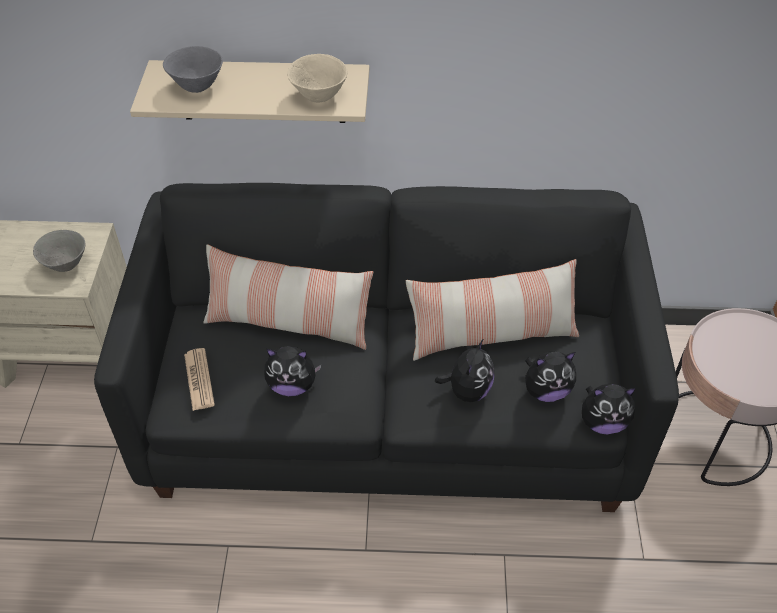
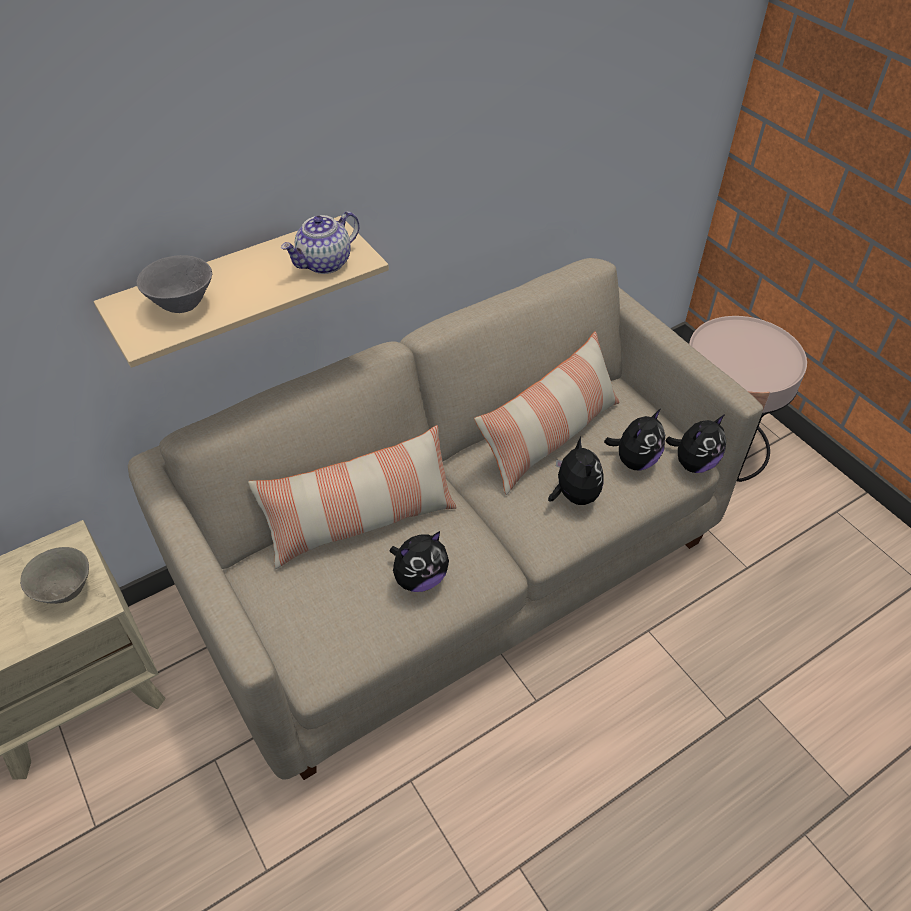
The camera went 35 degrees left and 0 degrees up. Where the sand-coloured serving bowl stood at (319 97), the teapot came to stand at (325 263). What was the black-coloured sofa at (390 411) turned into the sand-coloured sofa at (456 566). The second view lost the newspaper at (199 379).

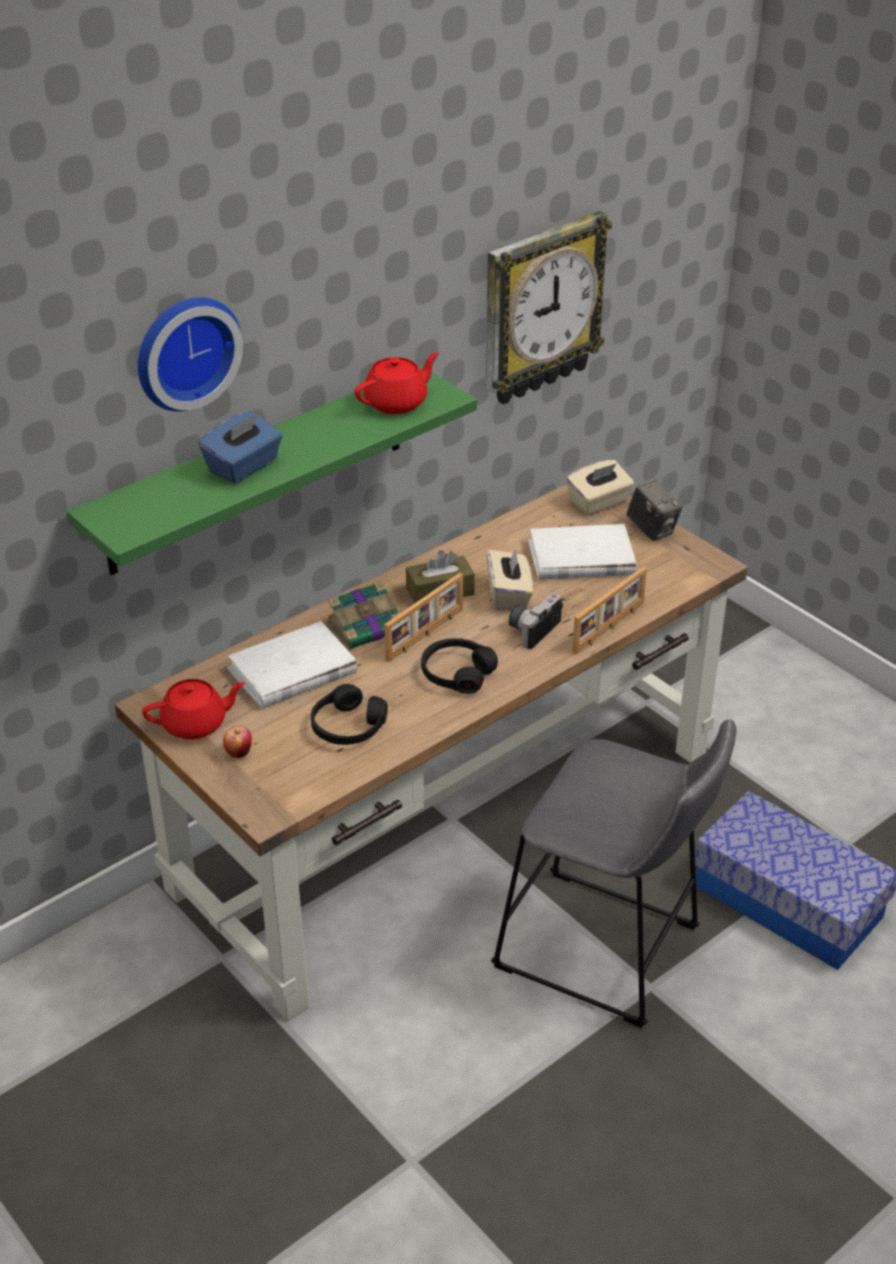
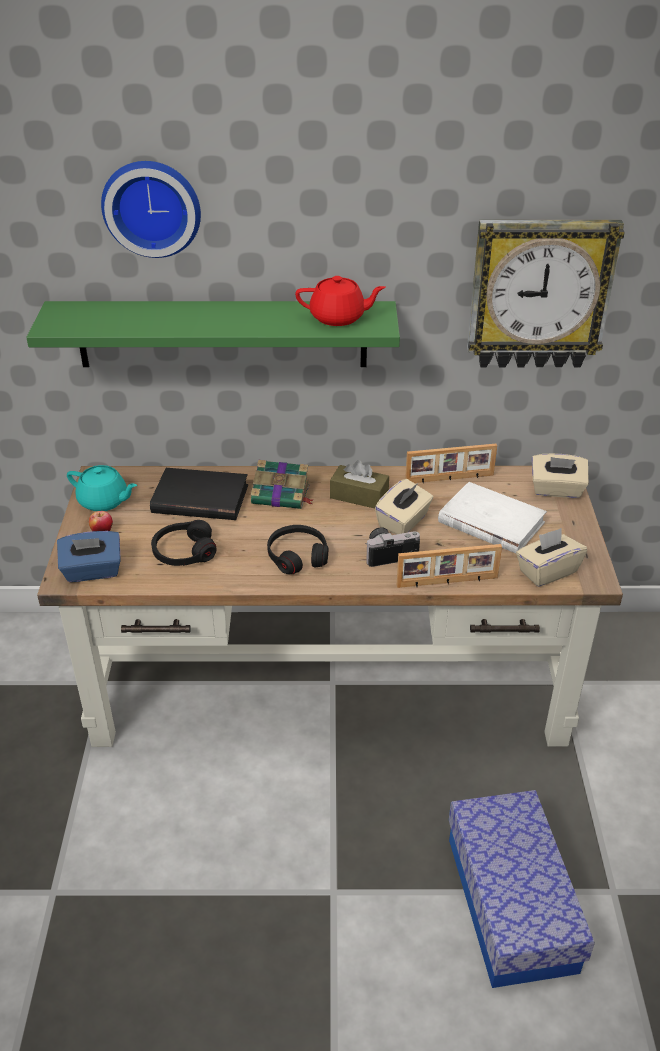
The camera went 40 degrees right and 0 degrees up. The blue tissue box ended up elsewhere, having gone from (244 467) to (92 571). The second view lost the still camera at (652 529). The photo frame ended up elsewhere, having gone from (426 635) to (449 479). What was the white volume at (292 671) turned into the black-coloured volume at (199 499). What was the red-coloured teapot at (196 724) turned into the blue-green teapot at (104 501). The second view lost the grey stool at (606 952). The second view gained the sand-coloured tissue box at (547 571).

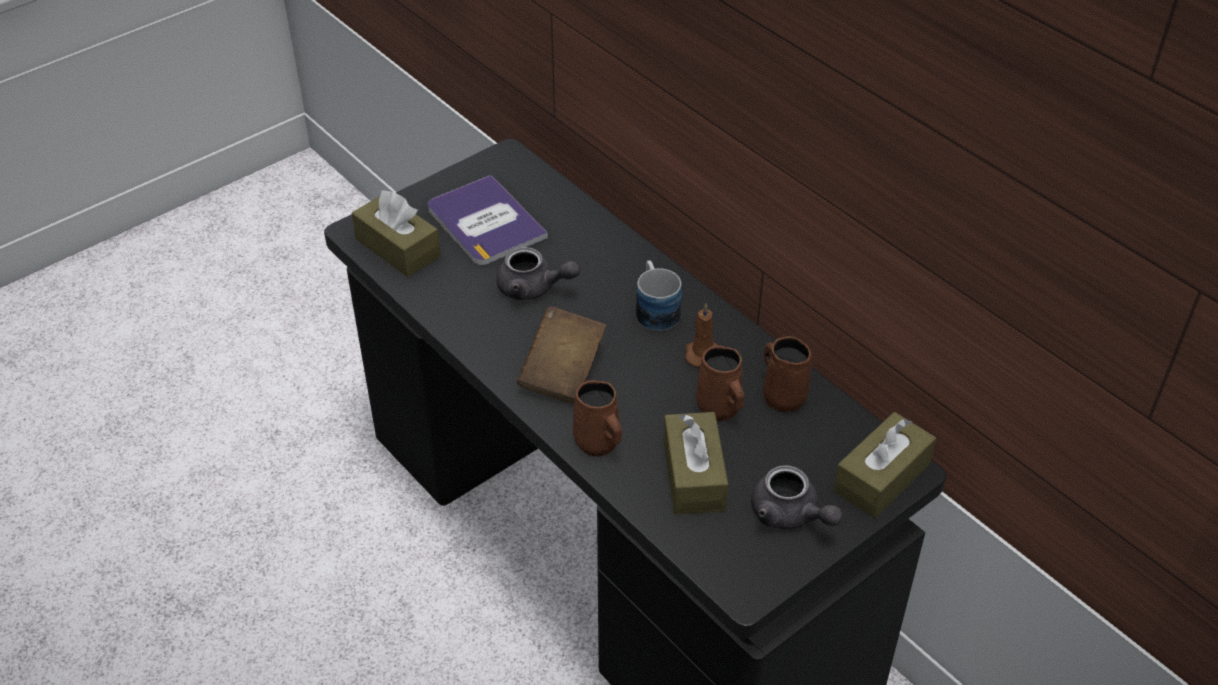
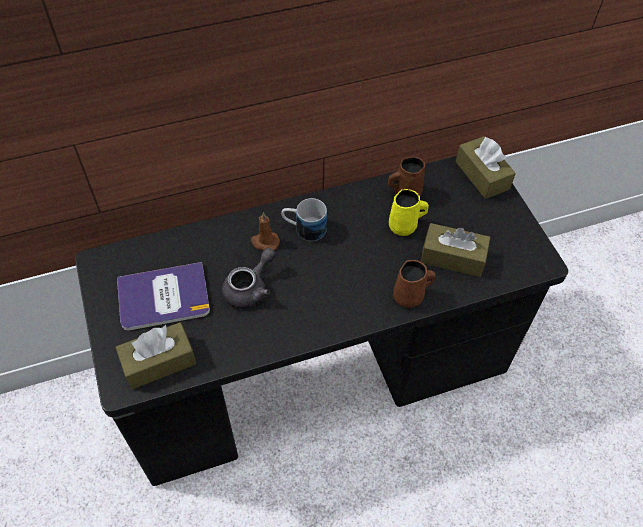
The camera went 70 degrees left and 10 degrees up. The brownish wax light ended up elsewhere, having gone from (702 353) to (264 242). The second view lost the brownish volume at (563 372). What was the brownish mug at (720 409) turned into the yellow mug at (404 226). The second view lost the grey teapot at (790 515).

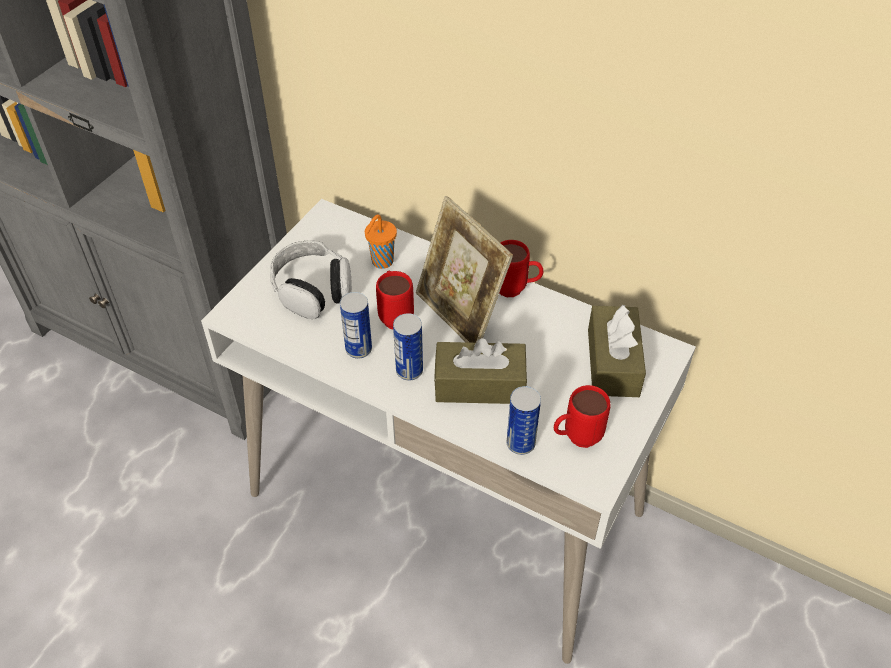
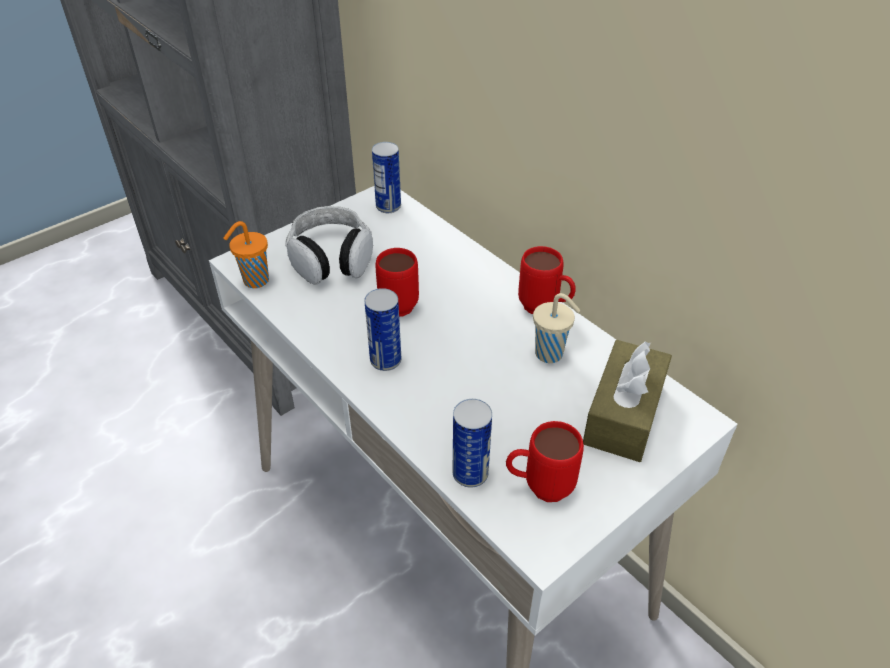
The camera went 20 degrees right and 5 degrees down. The second view lost the photo frame at (460 314). The orangey small cup ended up elsewhere, having gone from (381 262) to (254 281). The can ended up elsewhere, having gone from (358 349) to (388 206). The second view lost the brownish tissue box at (480 385). The second view gained the sand-coloured small cup at (550 354).

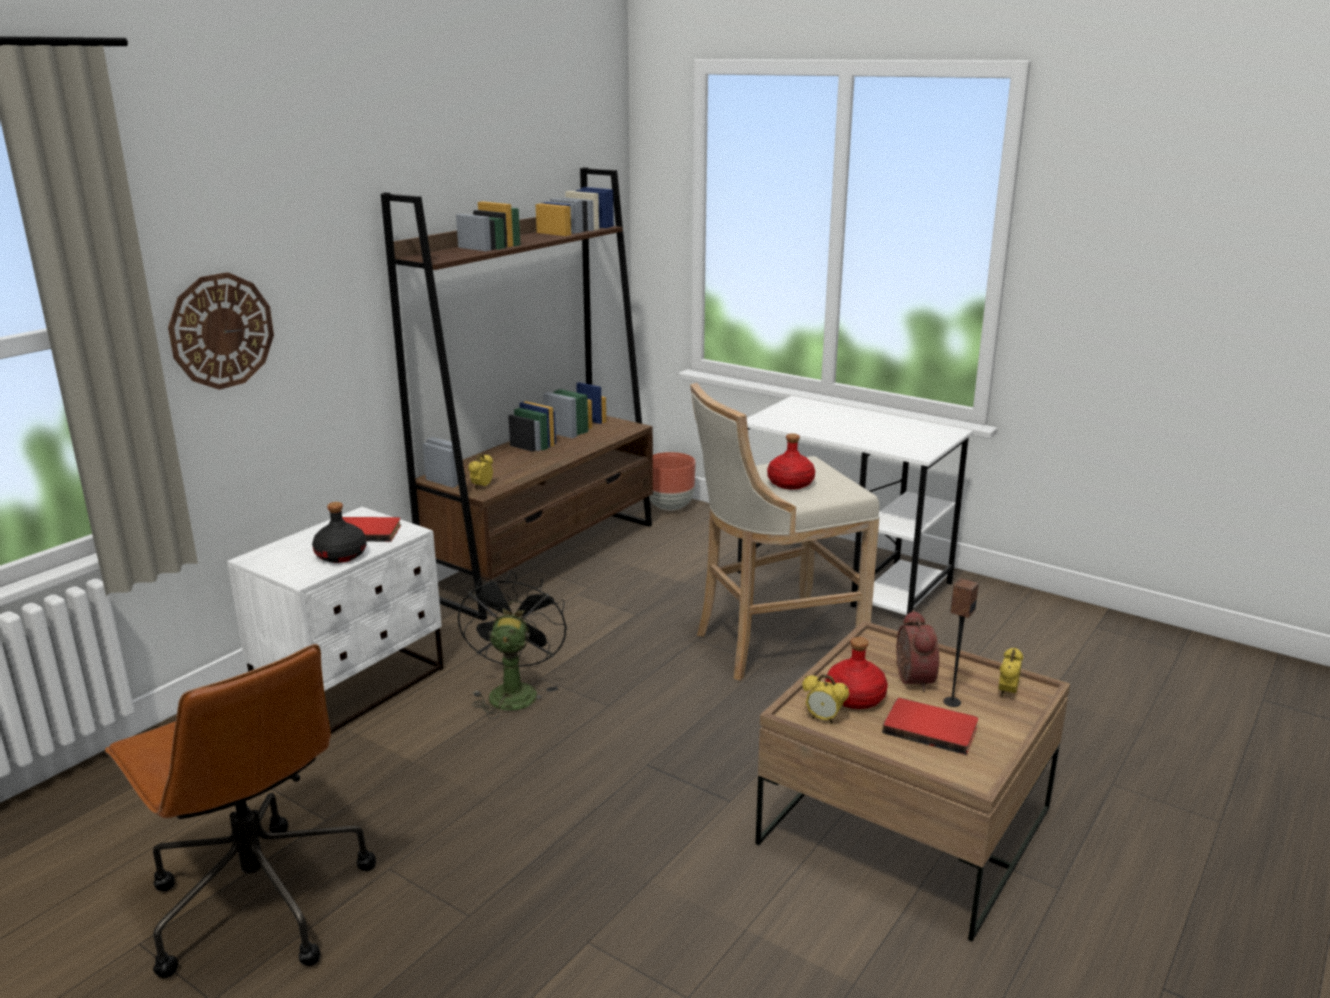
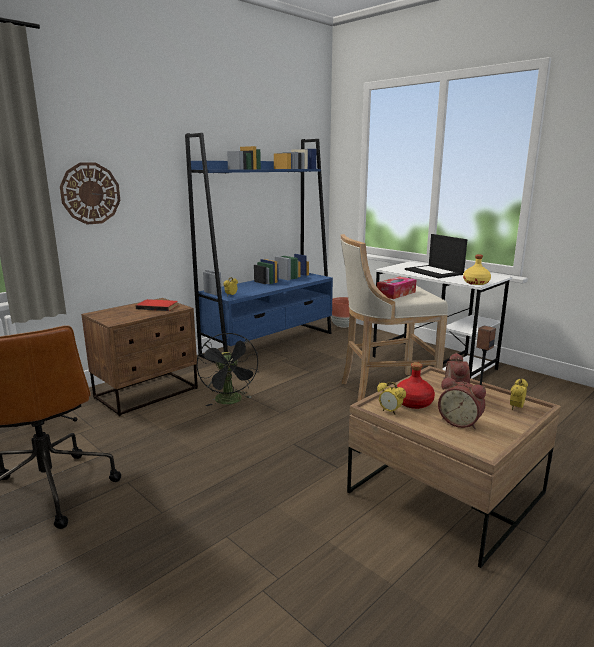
The camera went 10 degrees right and 5 degrees down. What was the brownish bookcase at (544 558) turned into the blue bookcase at (269 344). Where the red-coloured bottle stood at (790 483), the tissue box came to stand at (396 293). The second view lost the black-coloured bottle at (341 555). What was the white bedside table at (354 688) turned into the brownish bedside table at (147 393). The black-coloured cooling fan at (513 691) ended up facing another way, 150 degrees clockwise from before. Where the red-coloured volume stood at (931 728), the bedside clock came to stand at (460 422). The second view gained the laptop at (434 272). The second view gained the yellow bottle at (476 283).

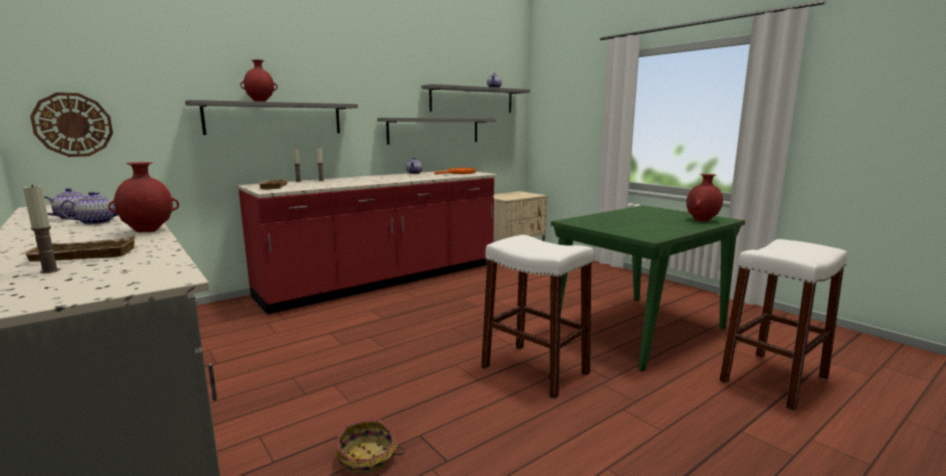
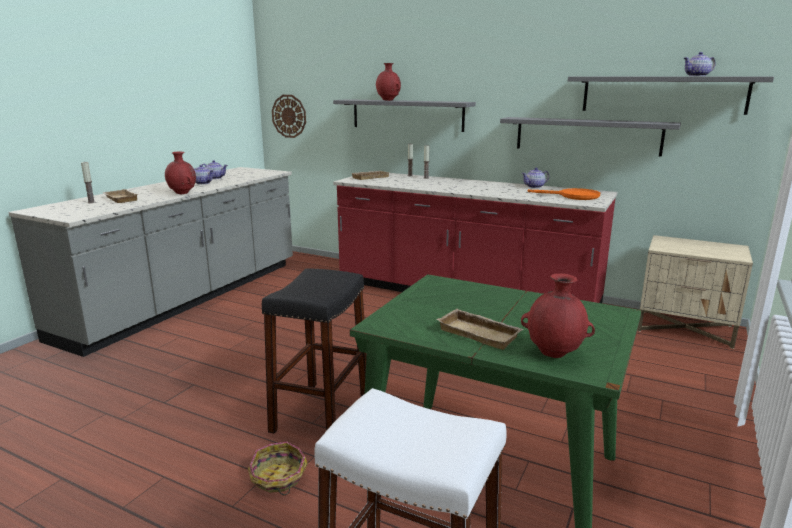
The camera went 65 degrees right and 5 degrees up. What was the white stool at (534 370) turned into the black-coloured stool at (321 412). The basket ended up elsewhere, having gone from (367 457) to (278 478). The second view gained the sand-coloured carrying tray at (480 333).

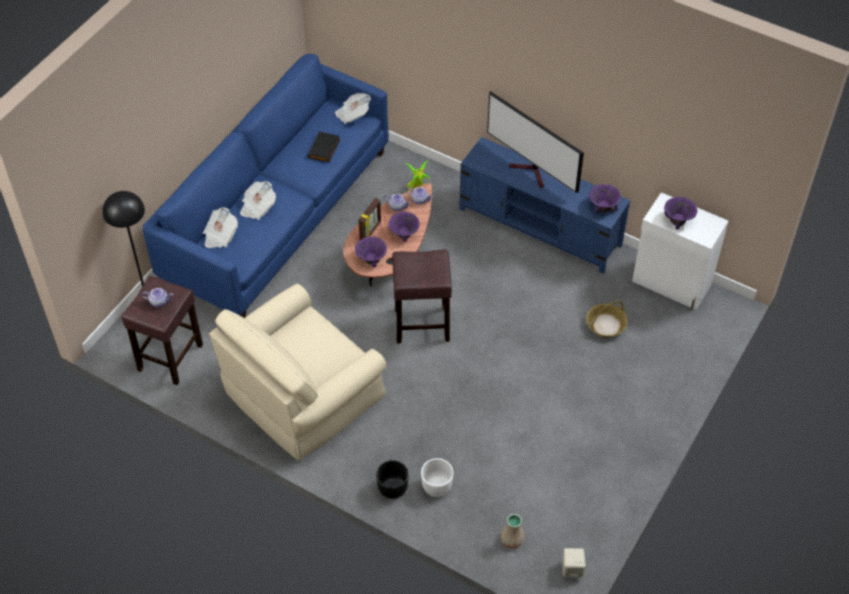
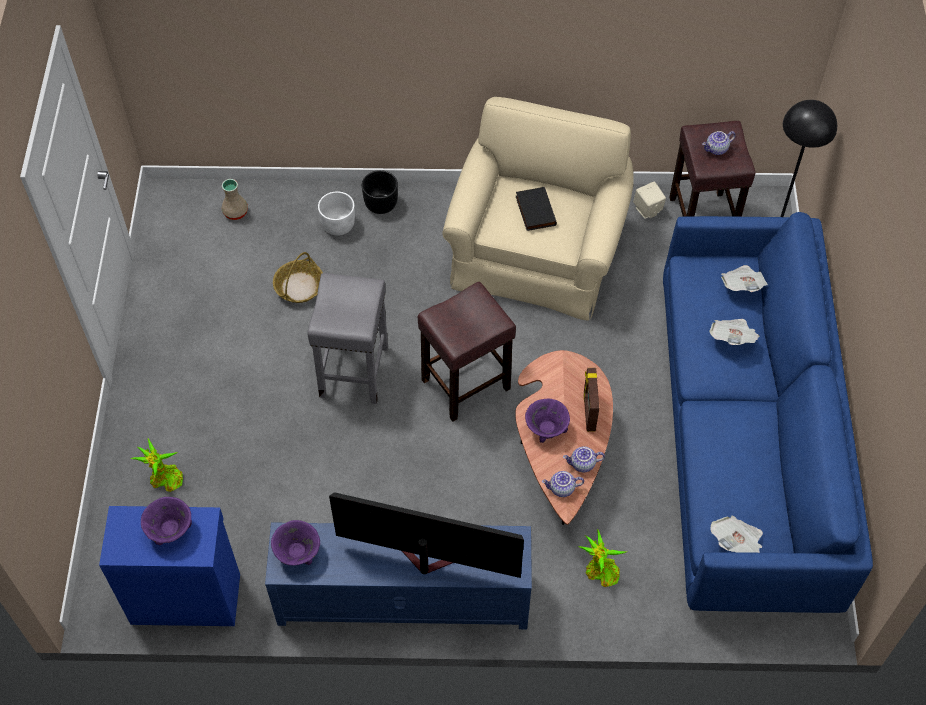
The camera went 150 degrees right and 5 degrees up. The black-coloured volume ended up elsewhere, having gone from (324 149) to (534 210). What was the white cabinet at (671 283) turned into the blue cabinet at (185 597). The second view lost the purplish serving bowl at (371 259). The basket ended up elsewhere, having gone from (606 324) to (299 287). The sand-coloured audio speaker ended up elsewhere, having gone from (572 569) to (647 210). The second view gained the grey stool at (354 370). The second view gained the houseplant at (164 479).

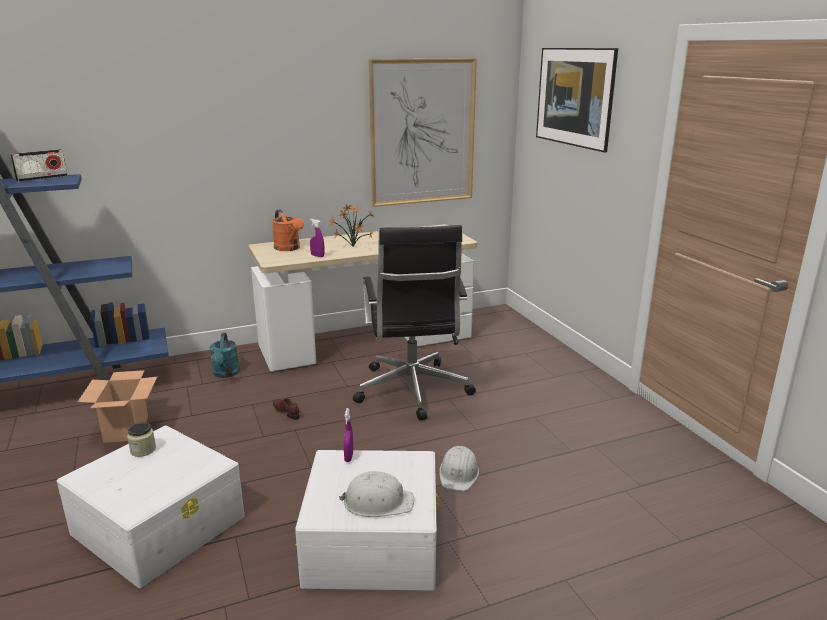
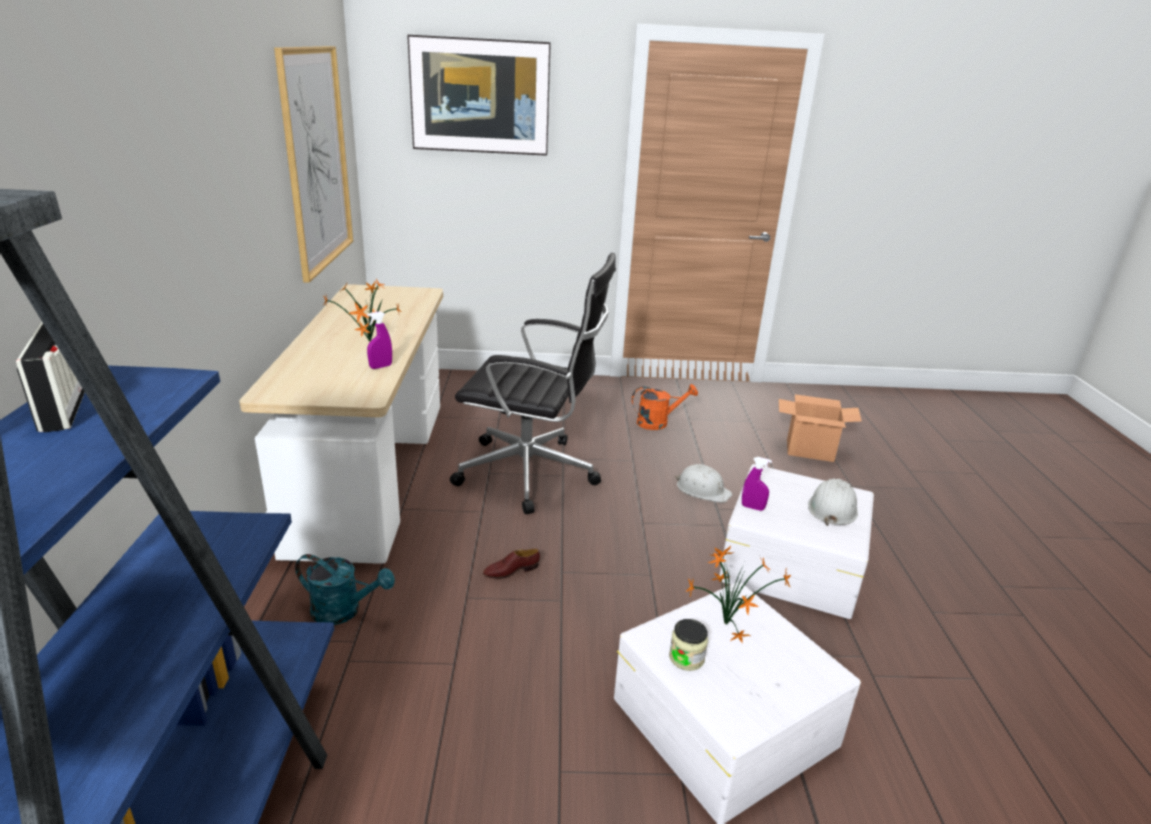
The camera went 70 degrees left and 5 degrees up. The orangey sprinkling can ended up elsewhere, having gone from (289 248) to (658 422). The cardboard box ended up elsewhere, having gone from (126 428) to (809 450). The second view gained the houseplant at (725 622).

